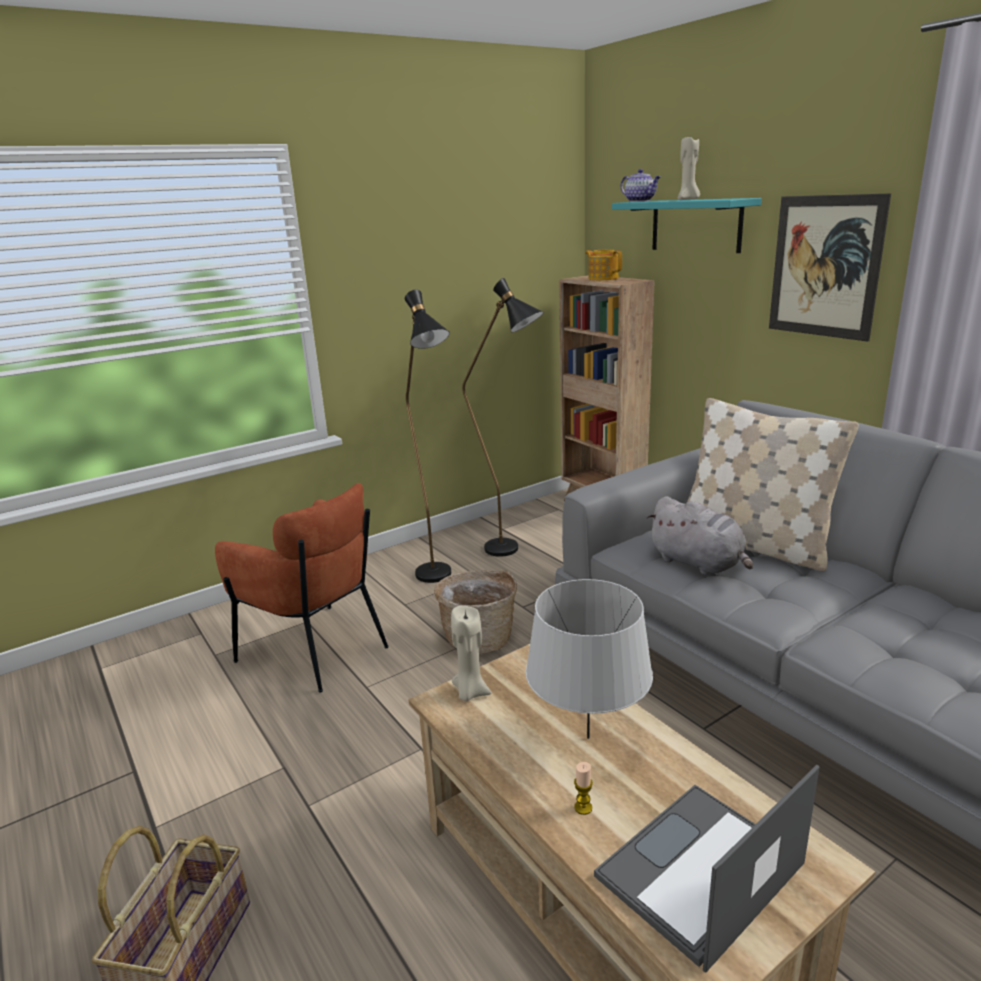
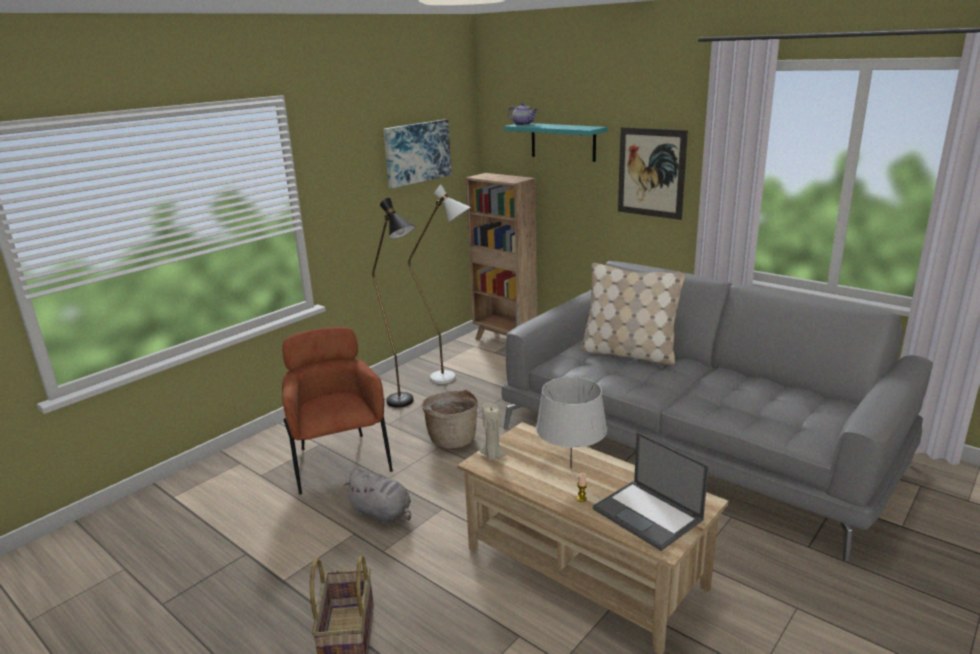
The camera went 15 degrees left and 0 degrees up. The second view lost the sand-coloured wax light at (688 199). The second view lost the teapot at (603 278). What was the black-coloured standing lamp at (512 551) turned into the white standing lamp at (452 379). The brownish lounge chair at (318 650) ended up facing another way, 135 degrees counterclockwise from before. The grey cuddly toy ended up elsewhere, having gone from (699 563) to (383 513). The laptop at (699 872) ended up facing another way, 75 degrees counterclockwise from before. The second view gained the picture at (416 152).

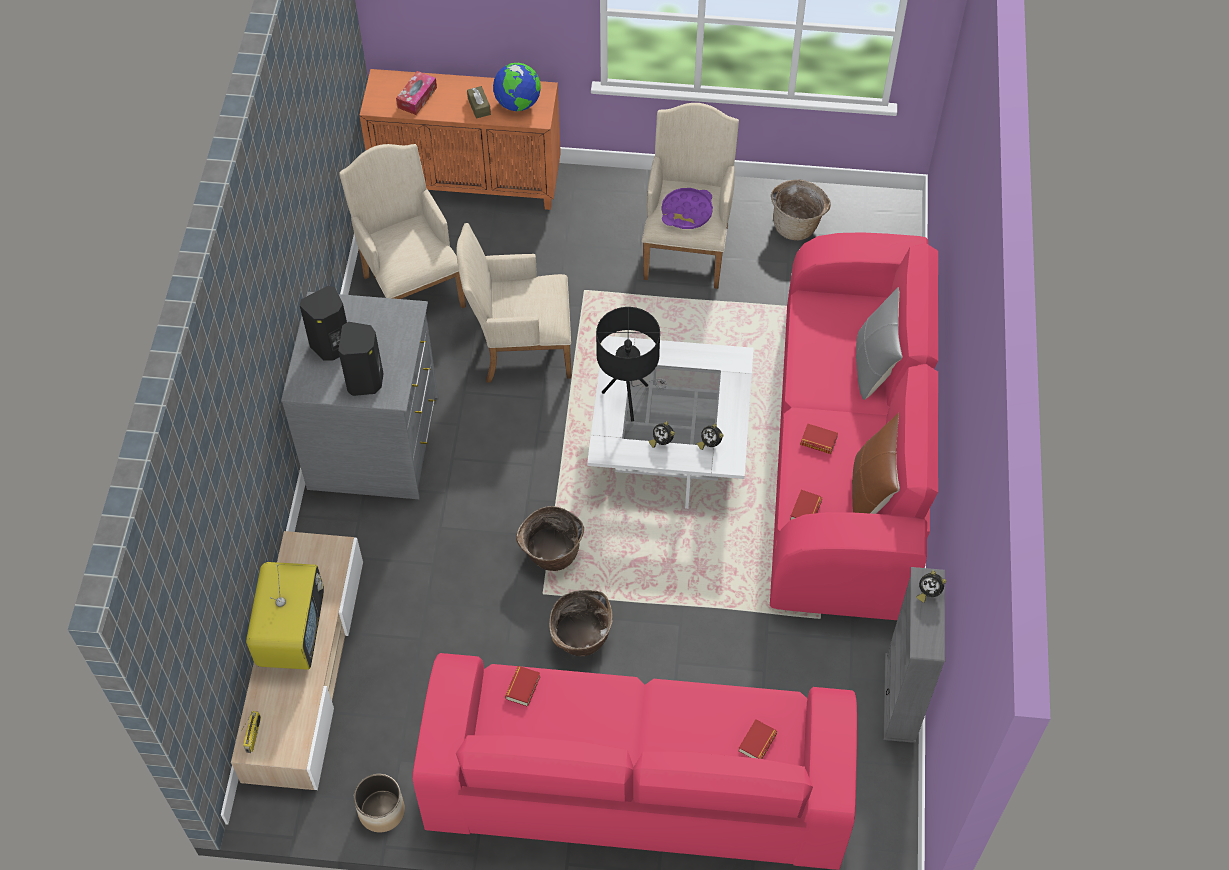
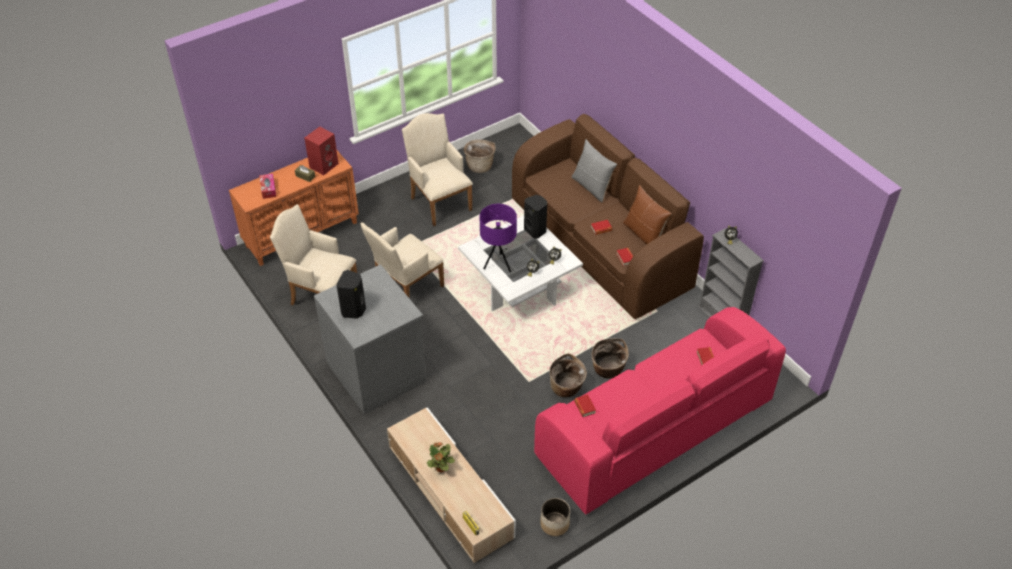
The camera went 40 degrees left and 10 degrees down. Where the world globe stood at (518 103), the red-coloured audio speaker came to stand at (324 165). The second view lost the purplish carrying tray at (687 212). What was the pink sofa at (845 458) turned into the brownish sofa at (600 243). What was the black-coloured table lamp at (630 399) turned into the purplish table lamp at (499 264). The black-coloured audio speaker ended up elsewhere, having gone from (366 381) to (536 230). The basket ended up elsewhere, having gone from (551 555) to (608 370). Where the TV set stood at (292 632), the houseplant came to stand at (440 468).

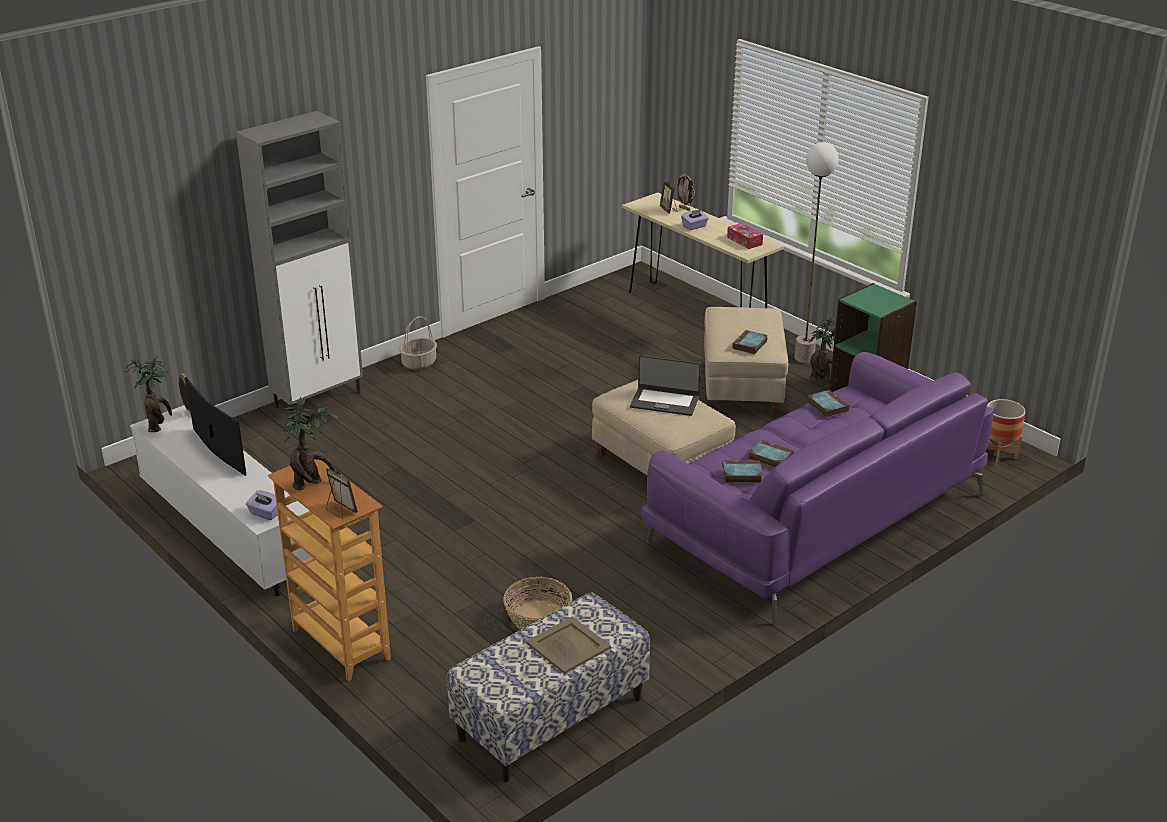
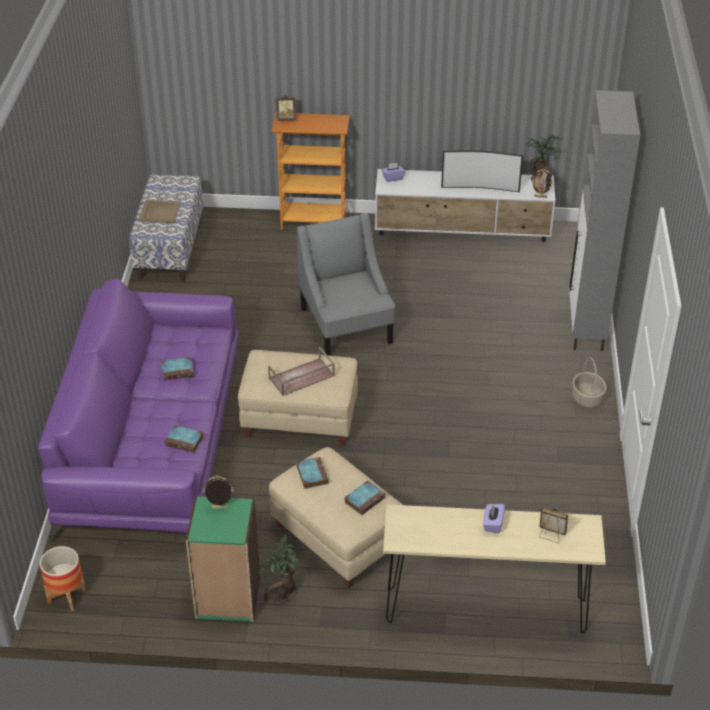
The camera went 135 degrees right and 10 degrees up. The second view lost the standing lamp at (804 358). The photo frame ended up elsewhere, having gone from (684 208) to (219 508). The second view lost the tissue box at (744 241). Where the laptop stood at (665 401), the brownish carrying tray came to stand at (301 377). The second view lost the houseplant at (312 484). The volume ended up elsewhere, having gone from (741 474) to (365 499). The second view lost the basket at (537 617). The second view gained the grey lounge chair at (346 325).

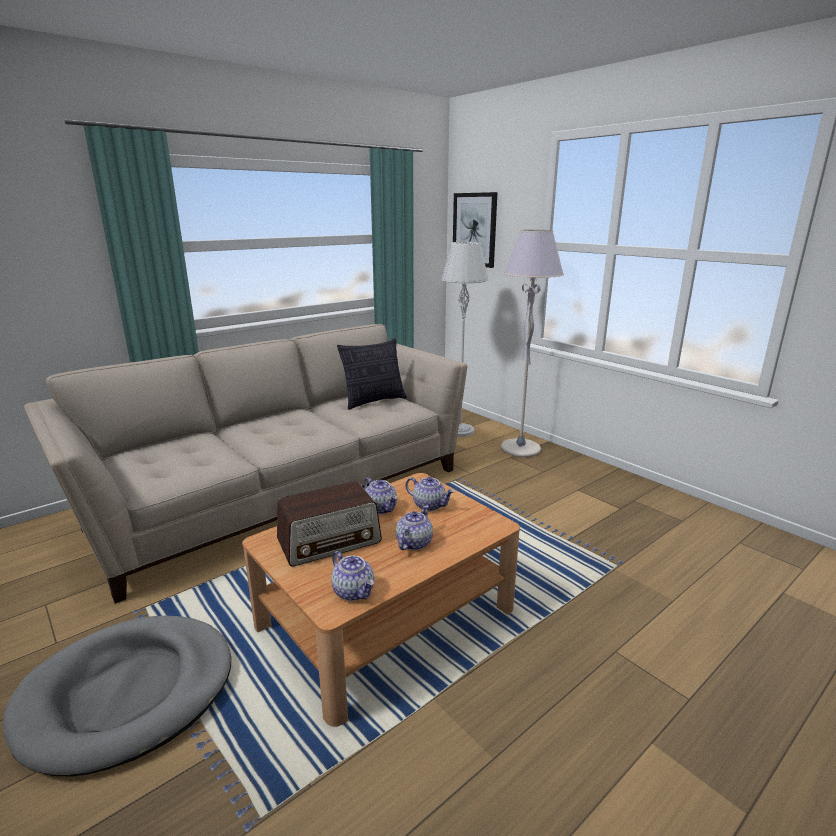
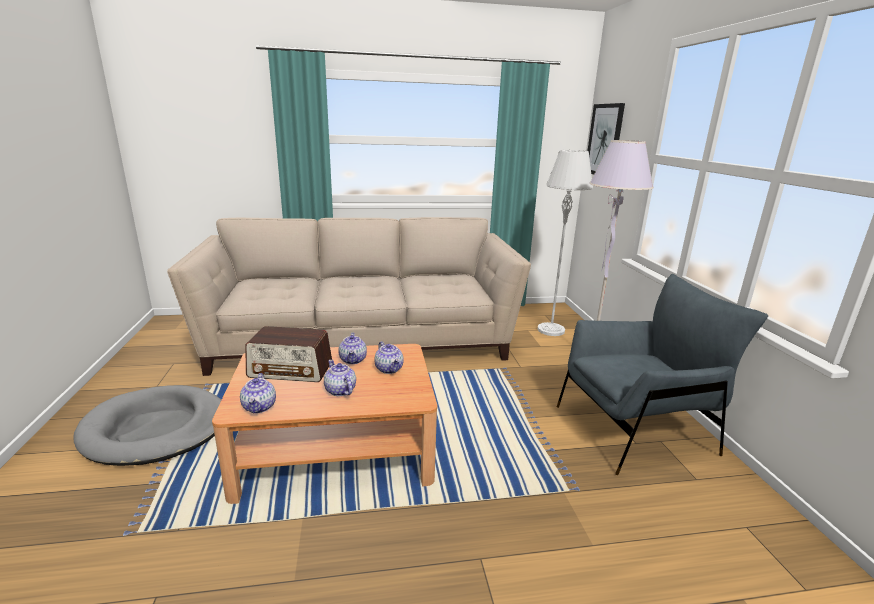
The camera went 30 degrees right and 0 degrees up. The second view lost the pillow at (374 401). The teapot at (413 543) ended up facing another way, 90 degrees counterclockwise from before. The second view gained the grey lounge chair at (635 429).

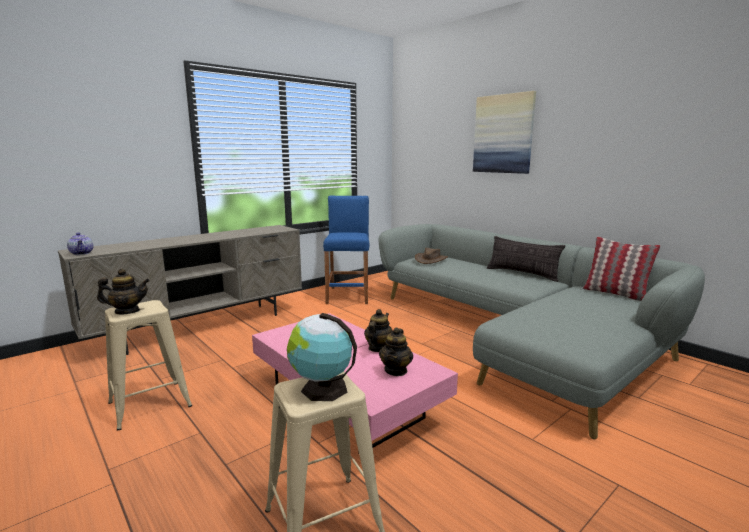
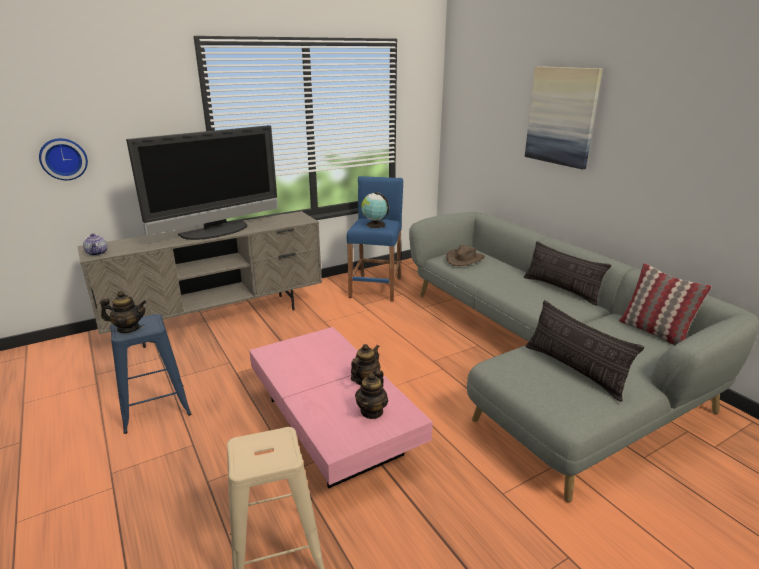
The camera went 10 degrees right and 10 degrees up. What was the sand-coloured stool at (150 404) turned into the blue stool at (155 408). The world globe ended up elsewhere, having gone from (322 389) to (374 225). The second view gained the TV set at (216 231). The second view gained the clock on the wall at (63 159). The second view gained the pillow at (574 369).

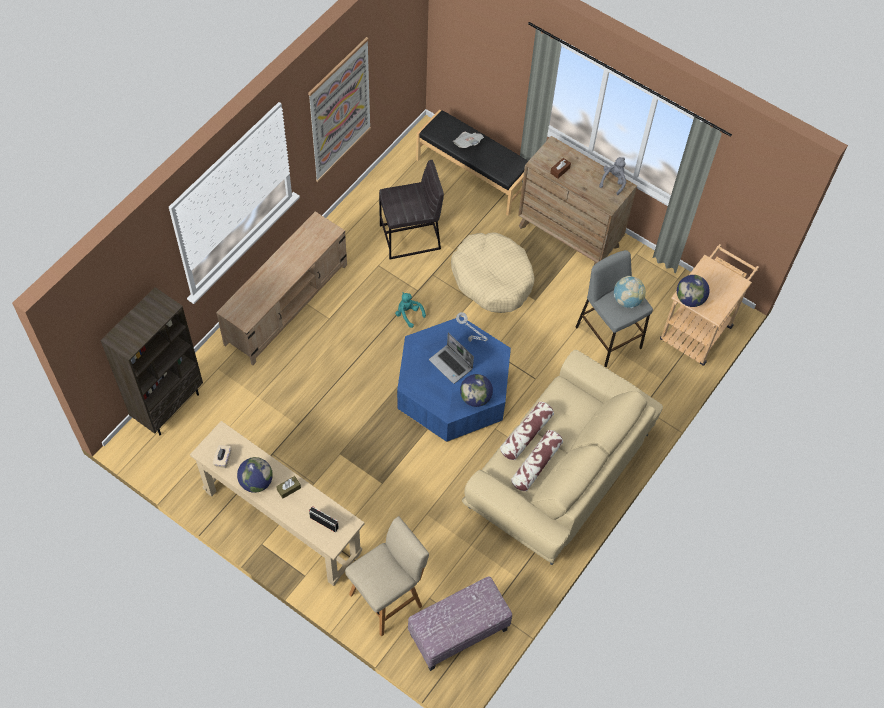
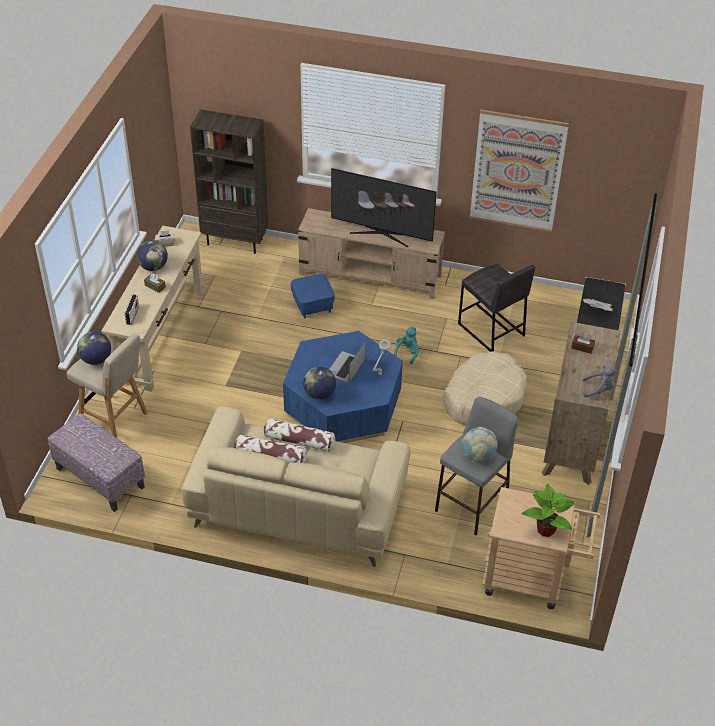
The camera went 70 degrees right and 15 degrees down. The world globe ended up elsewhere, having gone from (689 299) to (96 359). The second view gained the TV set at (381 234). The second view gained the blue pouffe at (312 306). The second view gained the houseplant at (546 530).

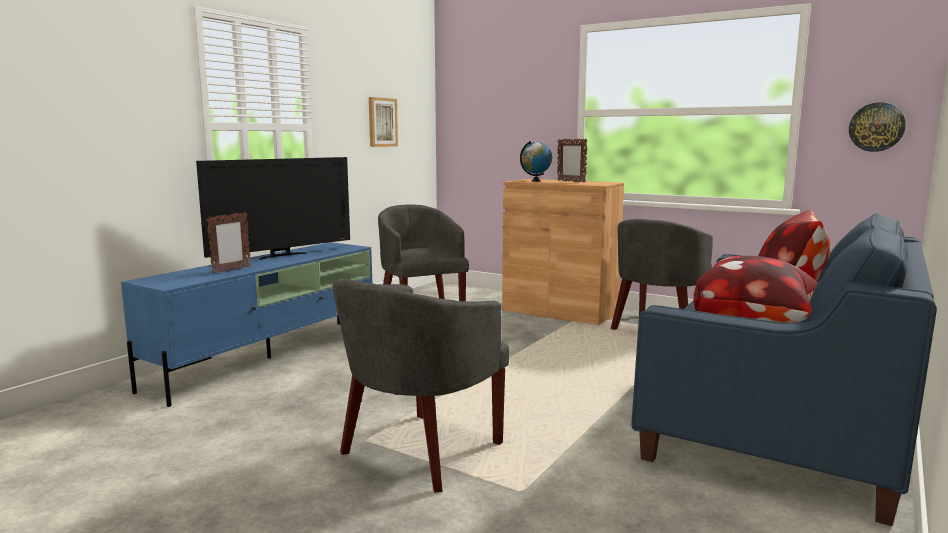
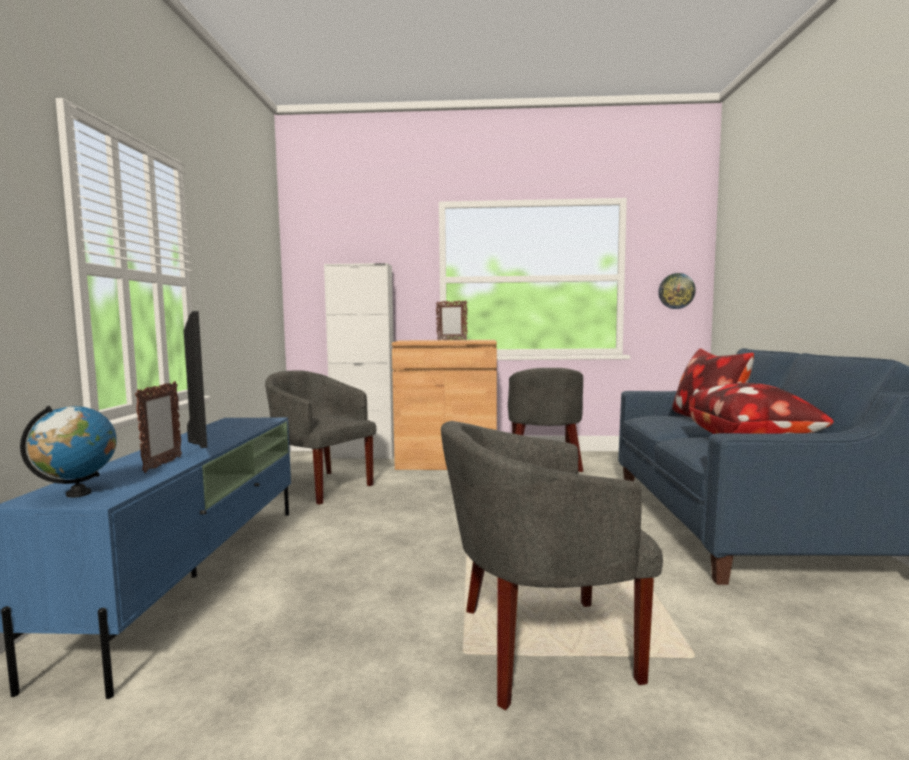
The camera went 30 degrees left and 5 degrees down. The second view lost the picture at (382 122). The world globe ended up elsewhere, having gone from (536 181) to (78 494). The TV set at (281 255) ended up facing another way, 45 degrees counterclockwise from before. The grey lounge chair at (419 452) ended up facing another way, 75 degrees clockwise from before. The second view gained the white cabinet at (364 455).

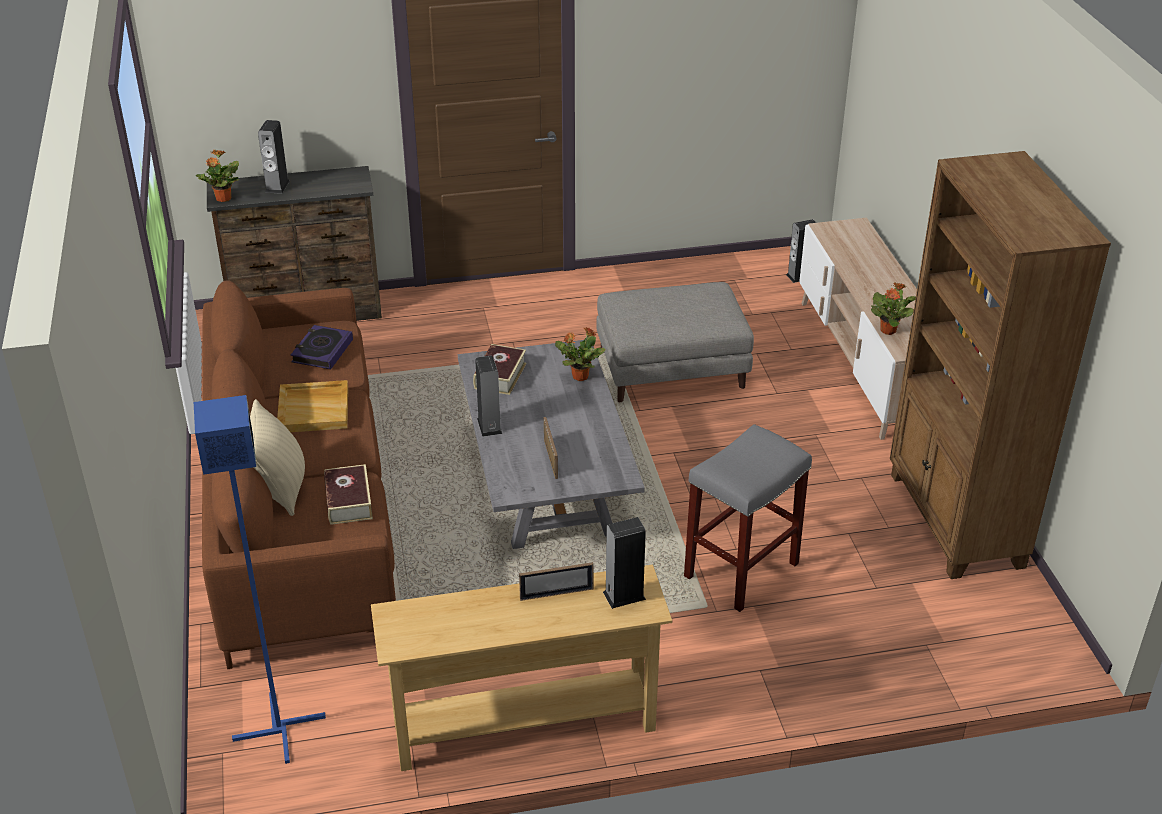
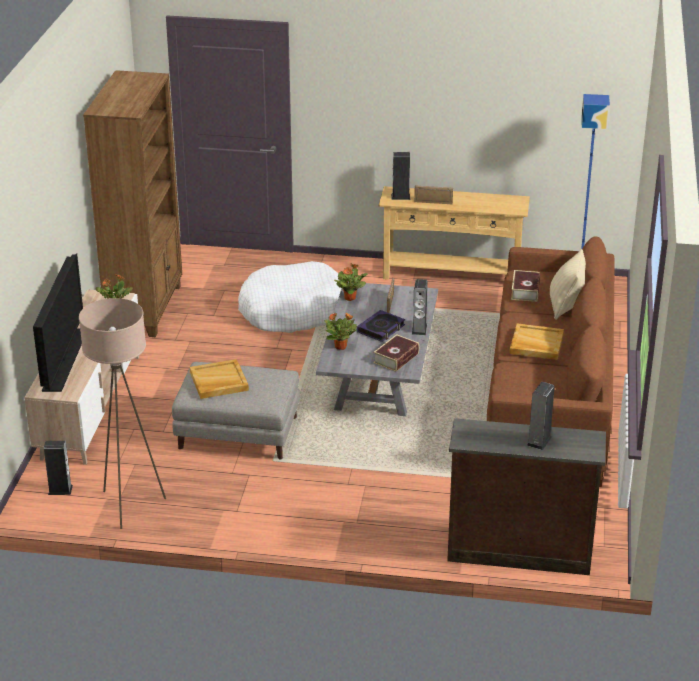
The camera went 160 degrees left and 5 degrees down. The houseplant ended up elsewhere, having gone from (223 199) to (350 298). The volume ended up elsewhere, having gone from (322 351) to (381 329). Where the grey stool stood at (741 571), the white dog bed came to stand at (292 311). The second view gained the TV set at (64 359). The second view gained the sand-coloured standing lamp at (130 505). The second view gained the sand-coloured carrying tray at (218 381).

